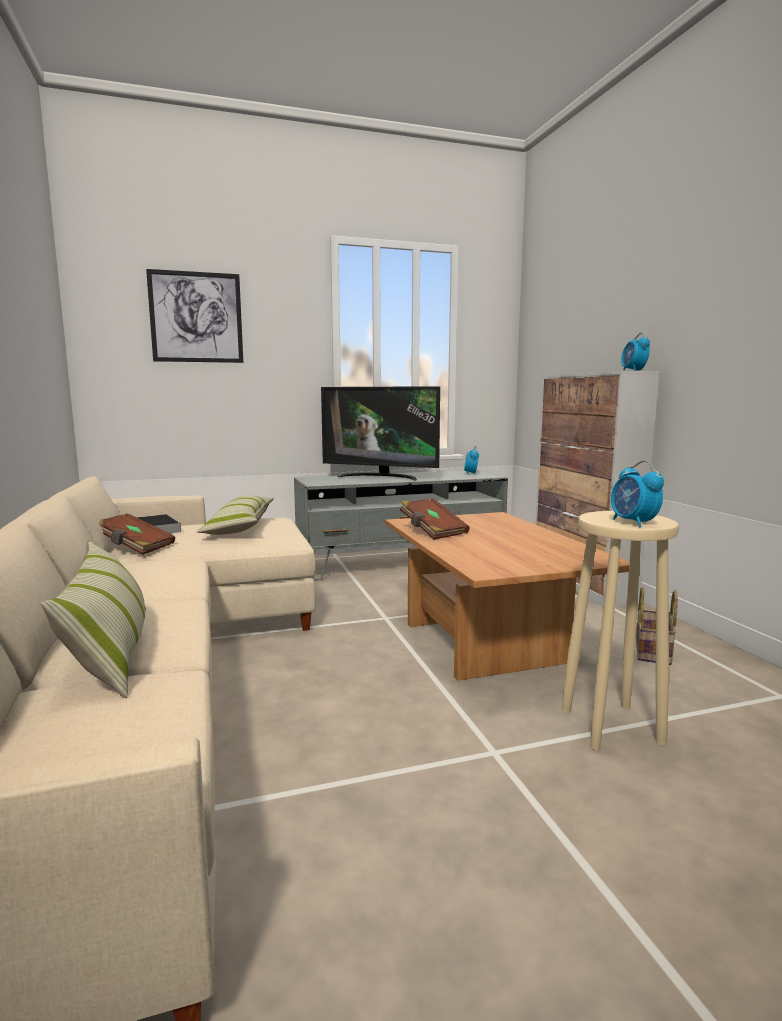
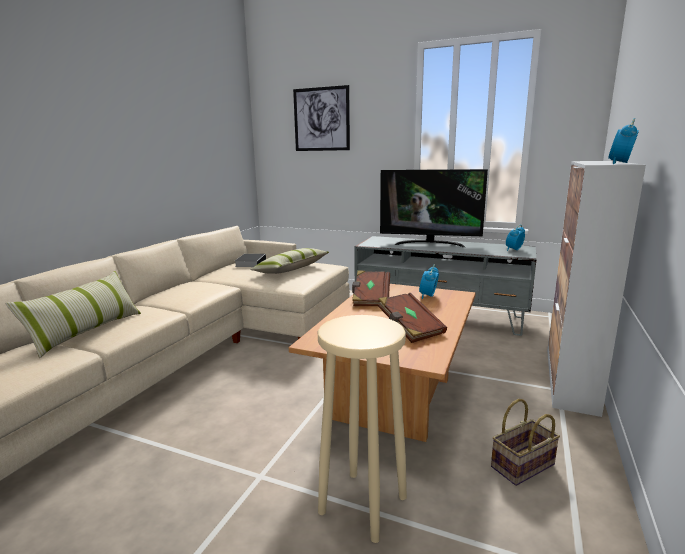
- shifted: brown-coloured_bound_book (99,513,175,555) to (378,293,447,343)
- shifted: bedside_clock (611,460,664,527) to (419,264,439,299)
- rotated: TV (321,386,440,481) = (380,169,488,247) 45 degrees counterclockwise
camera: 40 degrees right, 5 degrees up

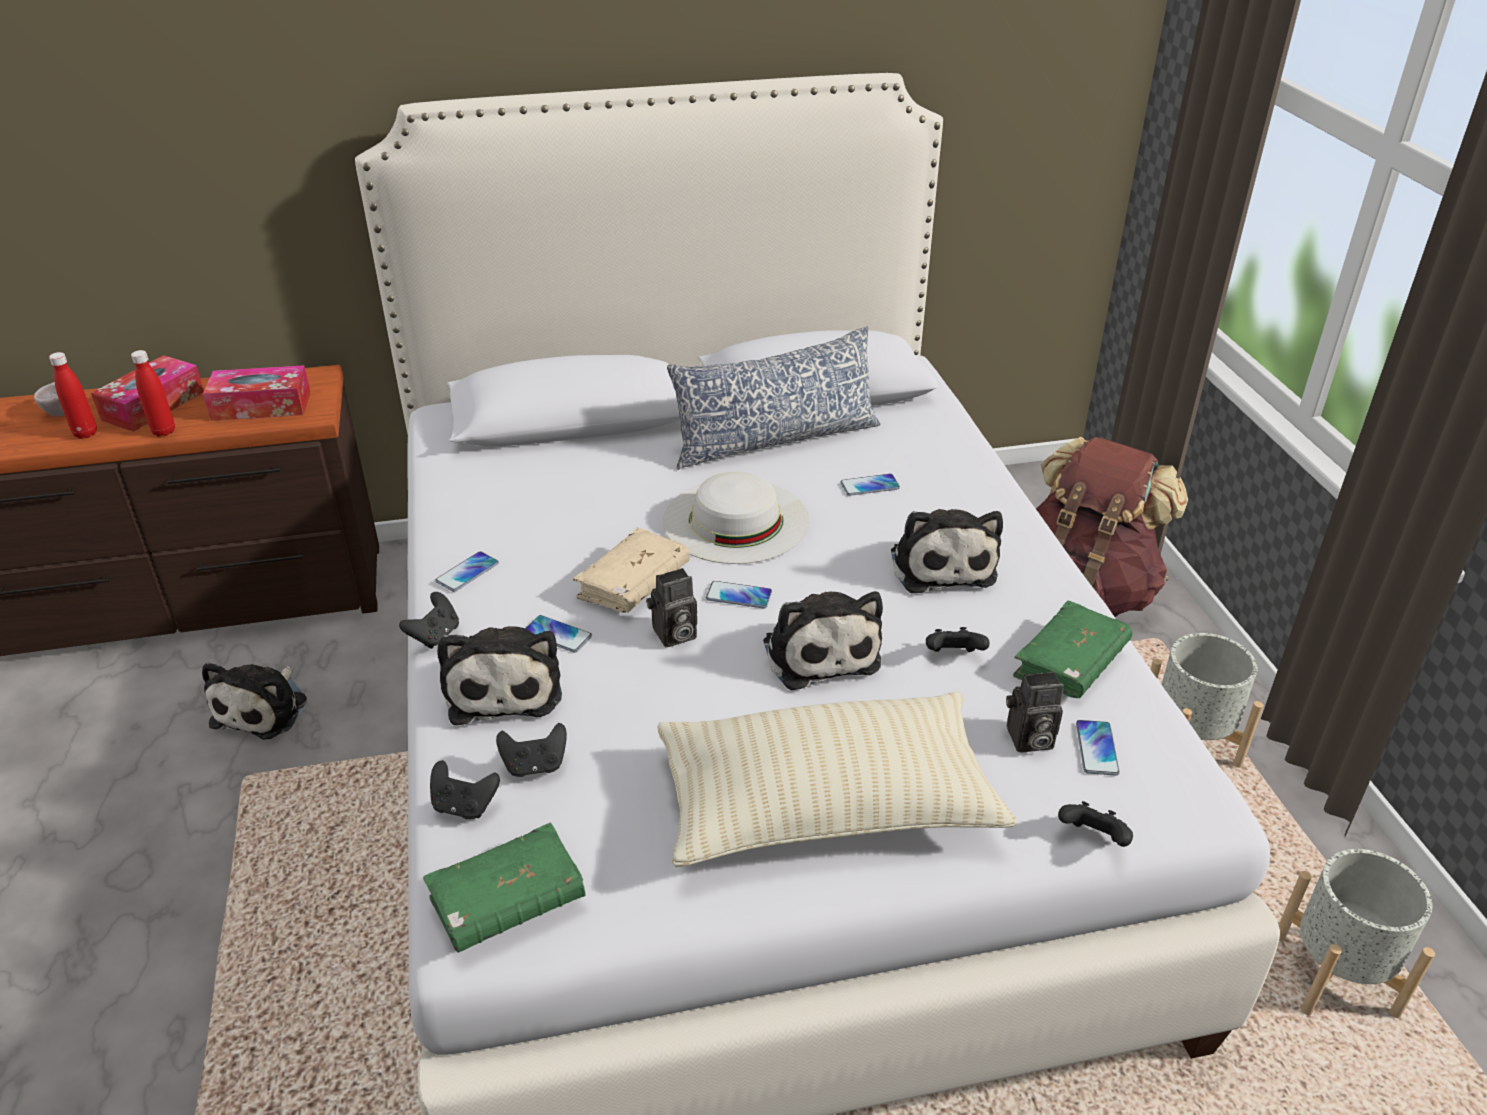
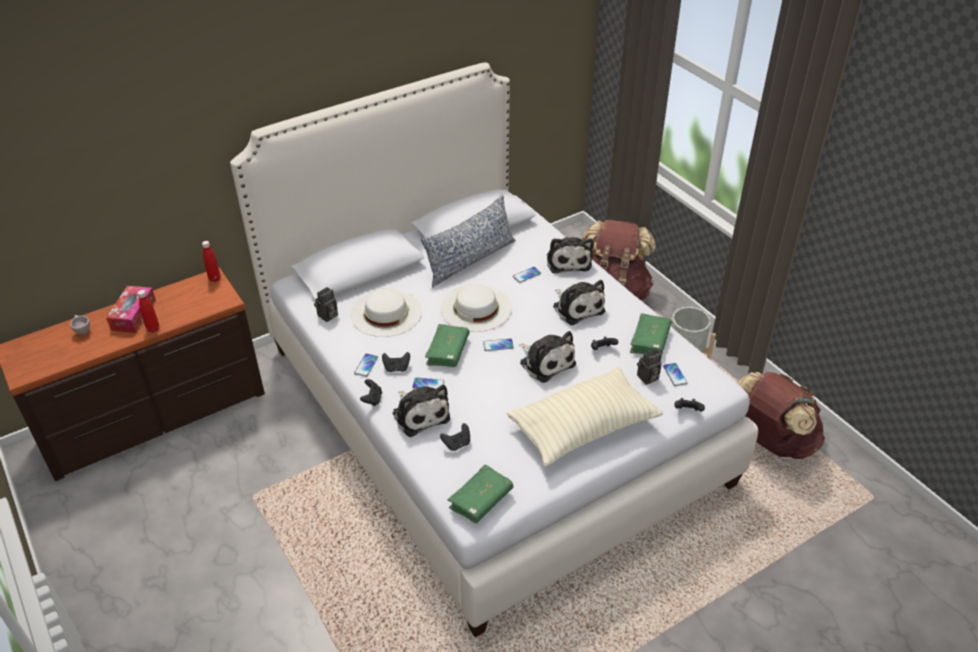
- gone: tissue_box (203,365,311,421)
- new: white_wearable_hat (350,289,422,337)
- shifted: reddish_beverage_bottle (49,352,97,439) to (202,241,220,282)
- shifted: plush_toy (202,662,307,740) to (547,237,593,274)
- shifted: black-coloured_gamepad (430,760,500,819) to (382,352,410,372)
- shifted: photo_camera (646,568,697,647) to (314,287,338,322)
- swapped: gray_plant_pot (1279,849,1435,1018) to brown-coloured_knapsack (737,372,825,459)
- repainted: beige_bound_book (573,527,690,613) to greenish_bound_book (425,324,470,367)
camera: 20 degrees left, 5 degrees up

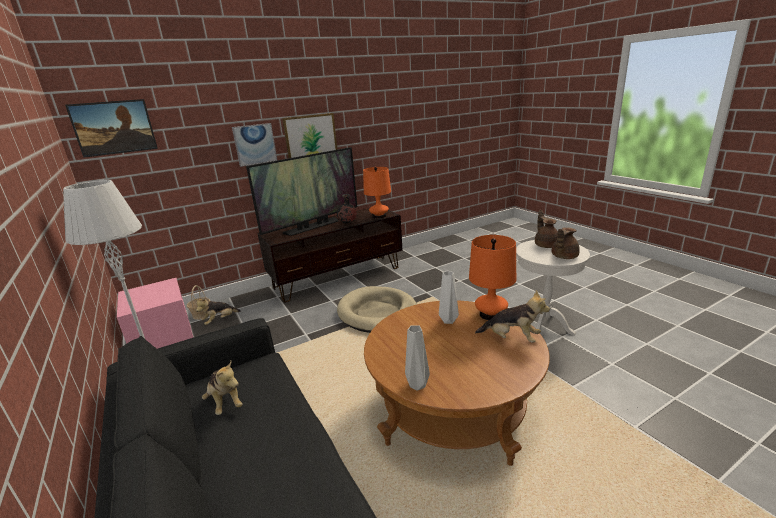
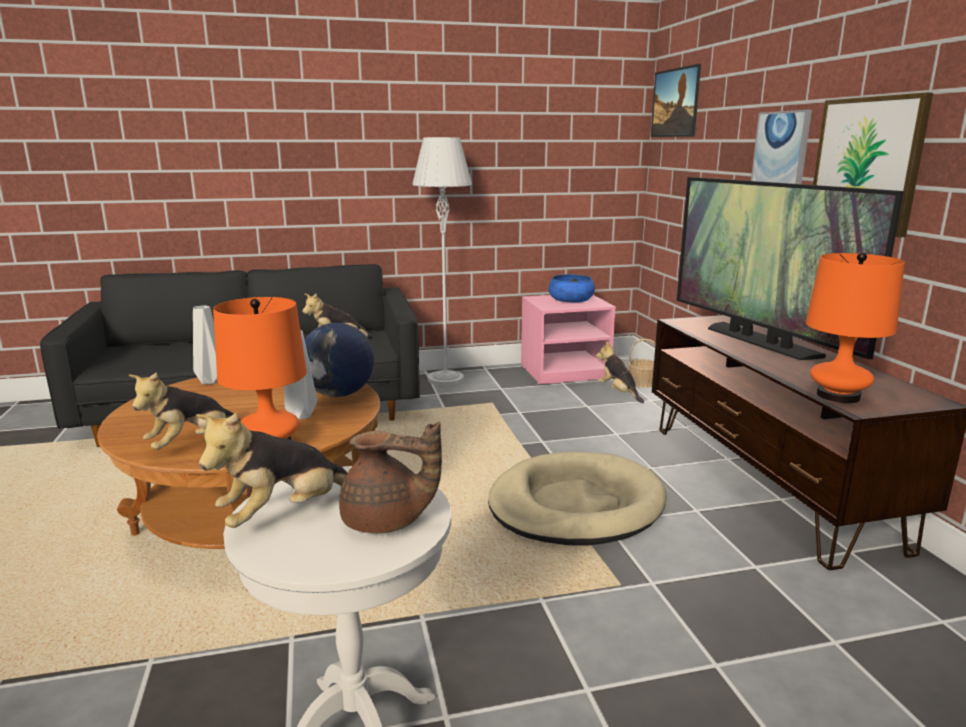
- gone: black-coloured_flower_vase (337,194,357,224)
- new: world_globe (305,323,374,397)
- new: bluish_deep_dish (549,274,595,302)
- swapped: brown-coloured_tea_pot (551,227,580,259) to plush_toy (196,413,347,528)
camera: 105 degrees right, 5 degrees down

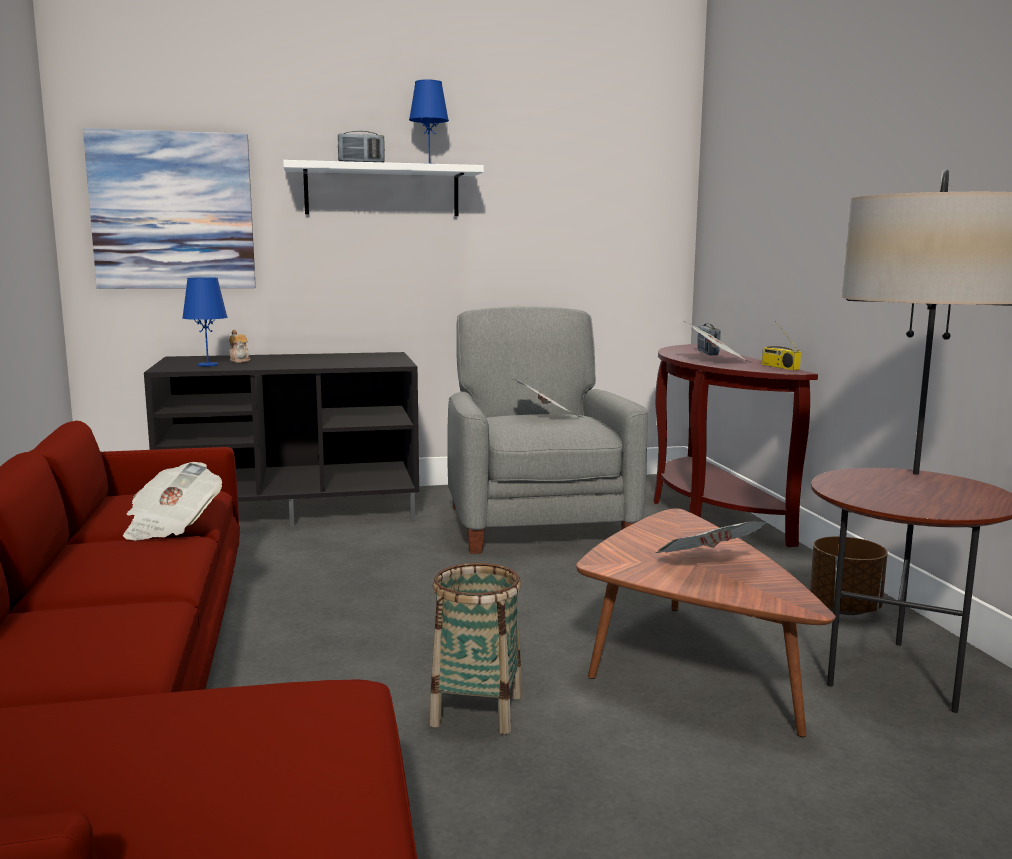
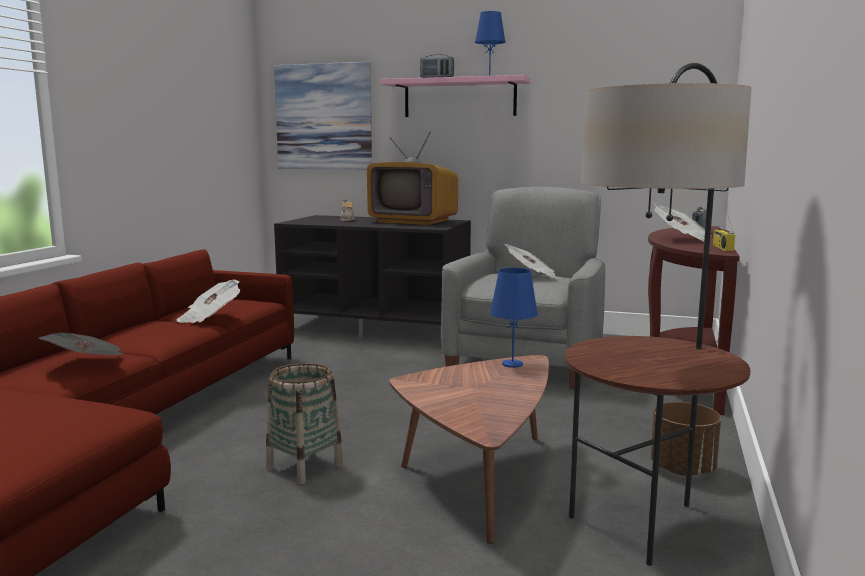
- new: TV (367,132,458,225)
- shifted: bluish_table_lamp (182,277,228,366) to (490,268,538,368)
- shifted: newspaper (655,521,766,553) to (39,333,124,355)
- repainted: white_bracket_shelf (283,160,484,216) to pink-coloured_bracket_shelf (380,75,531,117)
camera: 30 degrees right, 0 degrees up

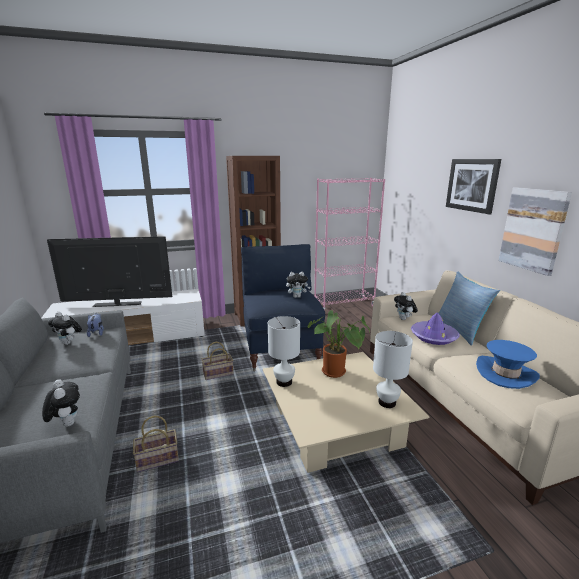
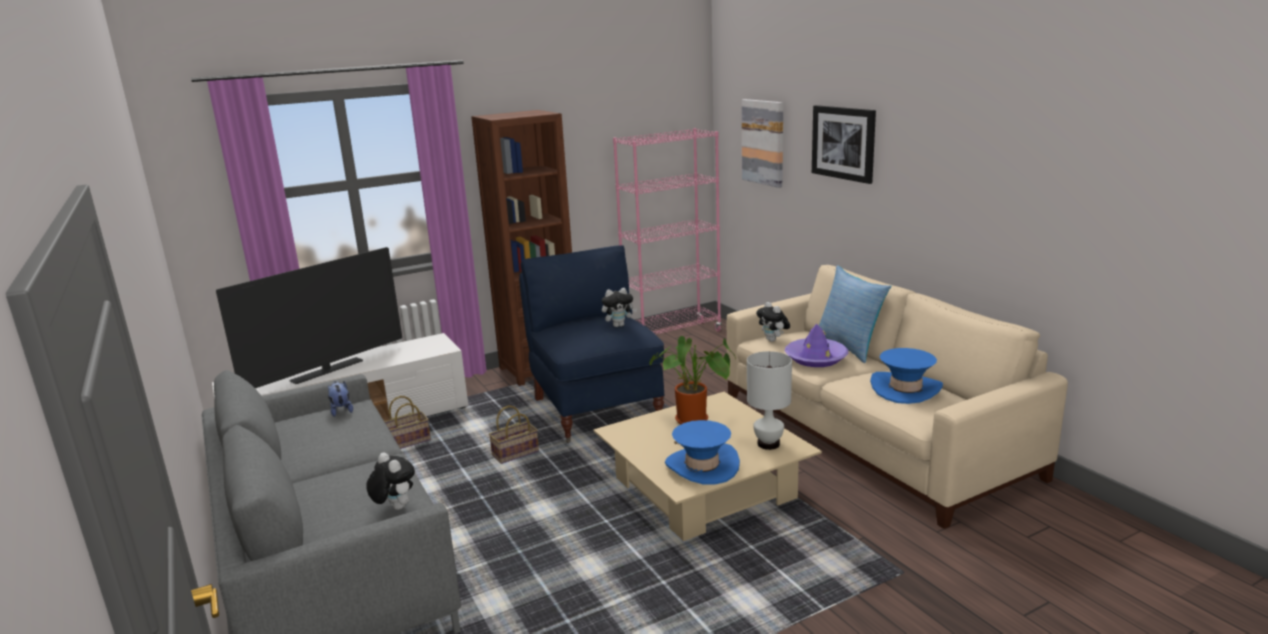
- gone: plush_toy (48,312,82,345)
- gone: white_table_lamp (268,316,300,387)
- new: bluish_wearable_hat (665,420,740,484)
- shifted: basket (133,416,179,472) to (384,396,431,449)
- shifted: wall_picture (499,187,572,276) to (742,99,783,188)
- rotated: TV (47,236,172,307) = (216,247,402,388) 150 degrees clockwise
camera: 10 degrees left, 0 degrees up

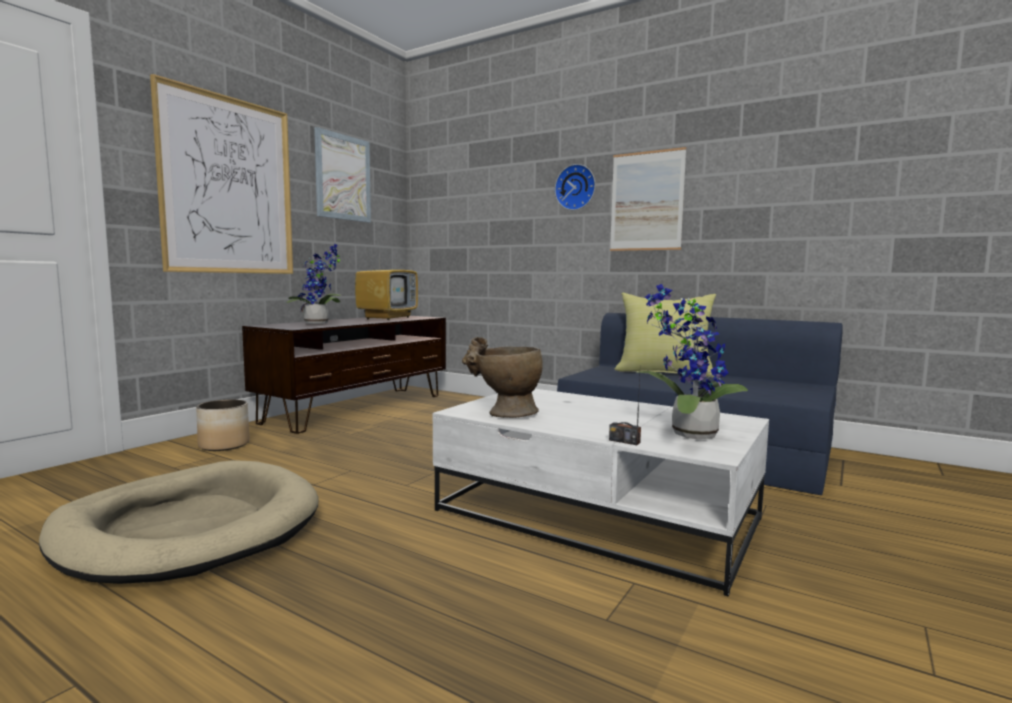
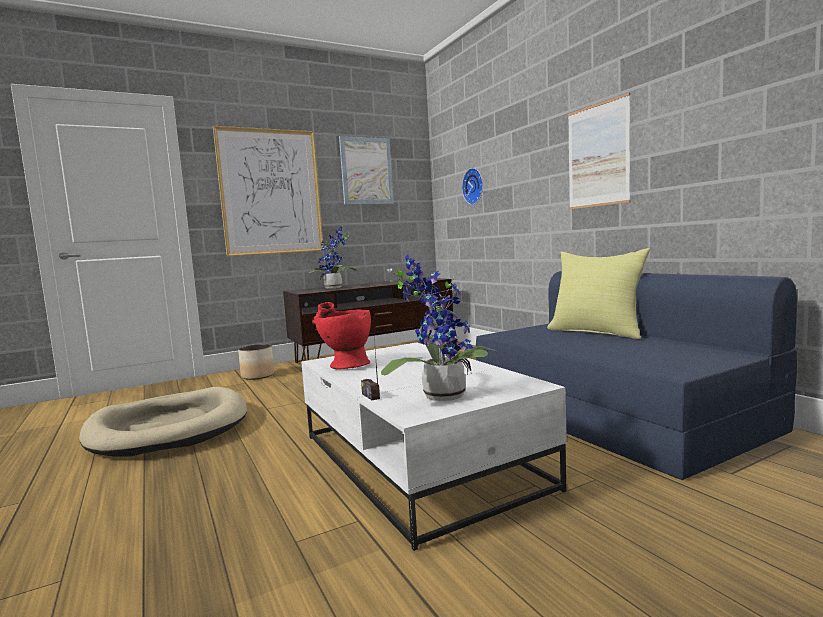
- gone: TV (355,250,418,320)
- shifted: hanging_clock (555,164,596,210) to (462,168,483,205)
- repainted: beige_flower_vase (462,337,543,418) to reddish_flower_vase (312,302,371,369)
camera: 30 degrees right, 0 degrees up

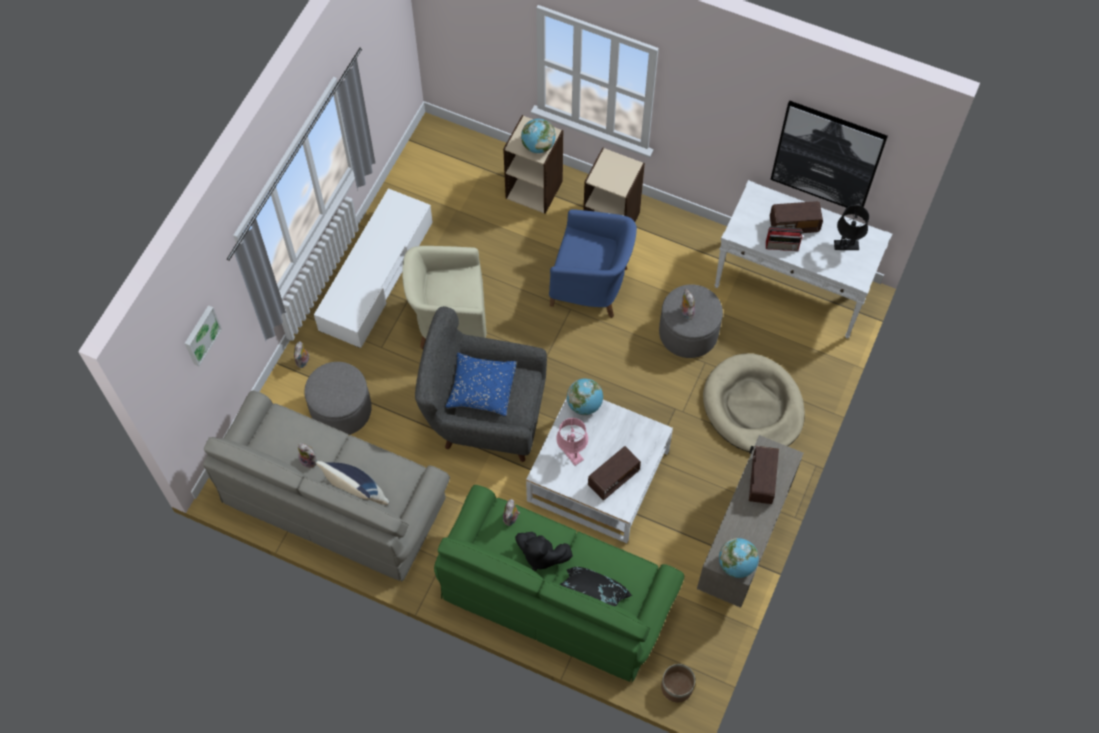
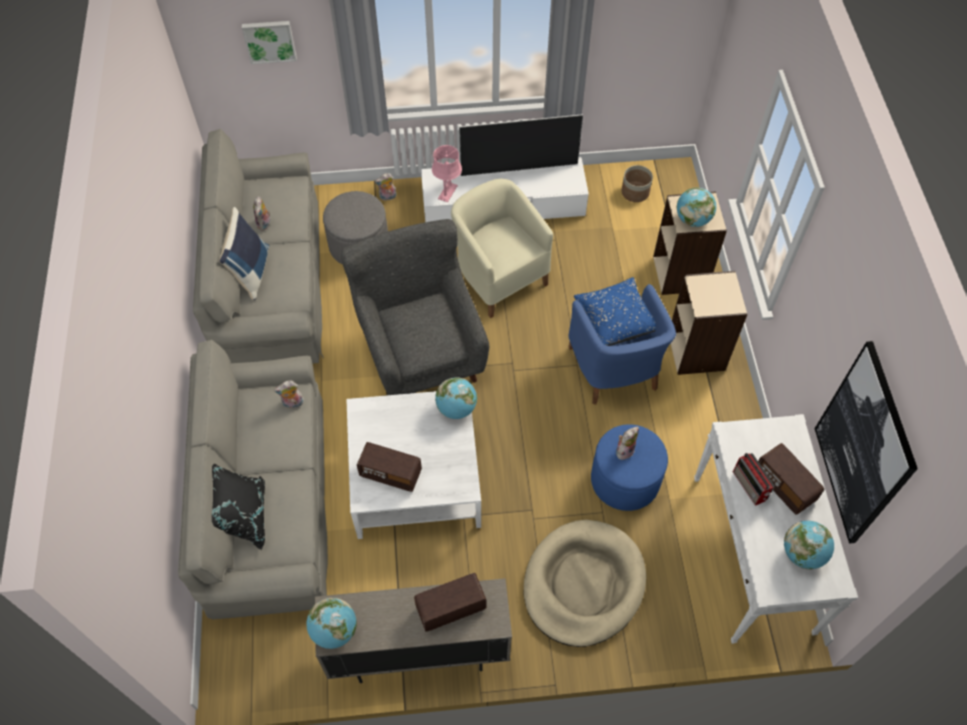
- gone: black-coloured_plush_toy (515,532,573,571)
- new: TV (459,114,583,176)
- shifted: bluish_throw_pillow (445,353,517,417) to (574,277,656,346)
- shifted: pink-coloured_table_lamp (557,418,588,466) to (432,145,462,202)
- shifted: plant_pot (661,664,695,702) to (621,165,653,202)
- swapped: black-coloured_table_lamp (834,205,869,250) to world_globe (784,521,834,569)
- repainted: greenish_settee (434,485,685,682) to gray_settee (178,340,328,619)
- repainted: gray_footrest (659,284,723,358) to bluish_footrest (591,424,668,511)
camera: 60 degrees right, 5 degrees down

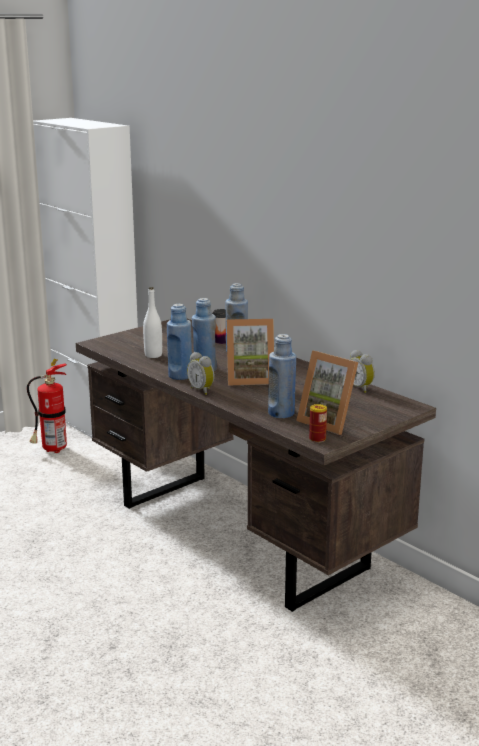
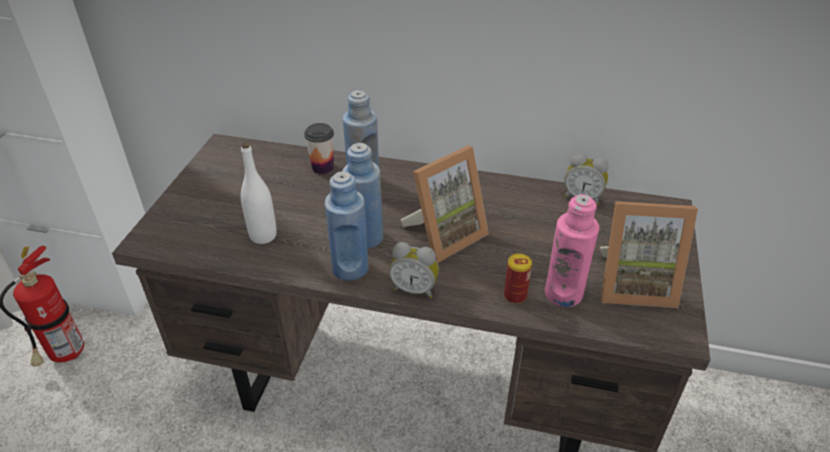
- shifted: metal_can (309,404,327,443) to (504,253,532,304)
- repainted: bluish_beverage_bottle (268,334,296,418) to pink-coloured_beverage_bottle (545,194,600,307)
camera: 35 degrees left, 20 degrees up

